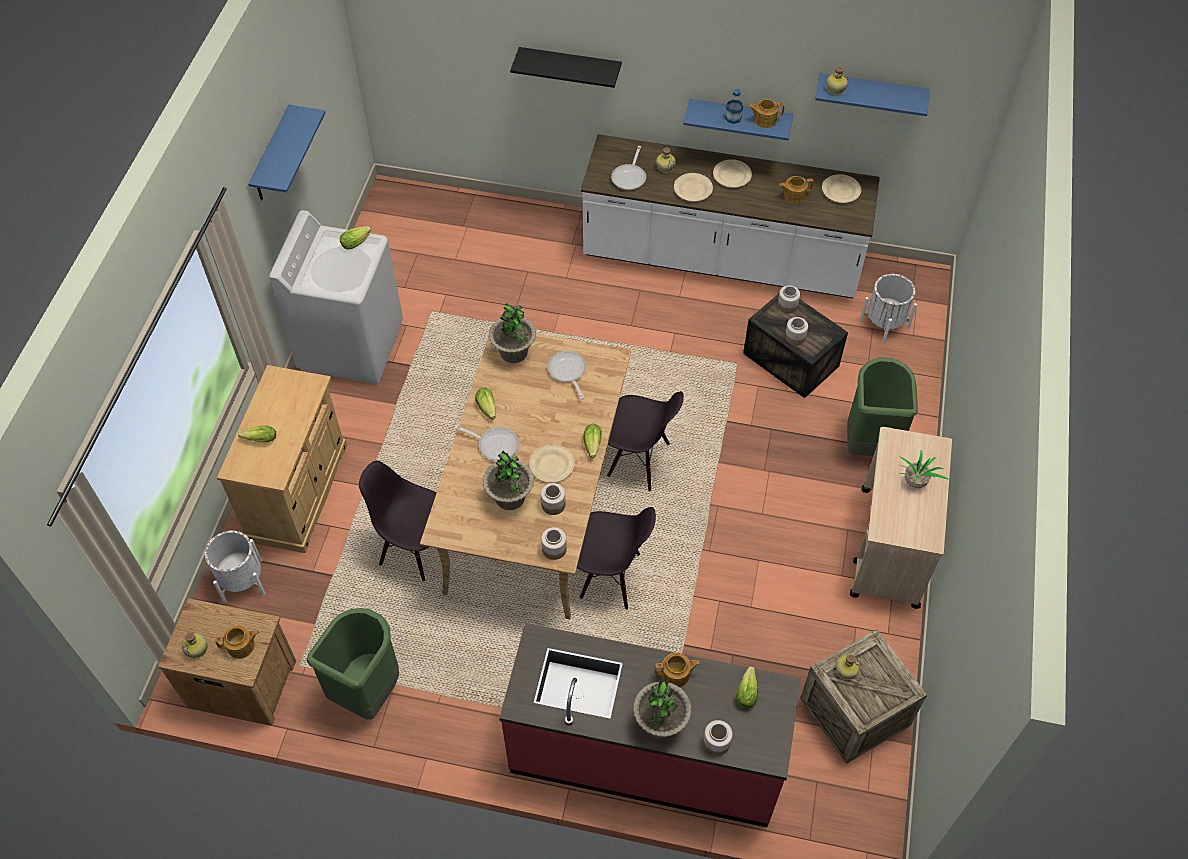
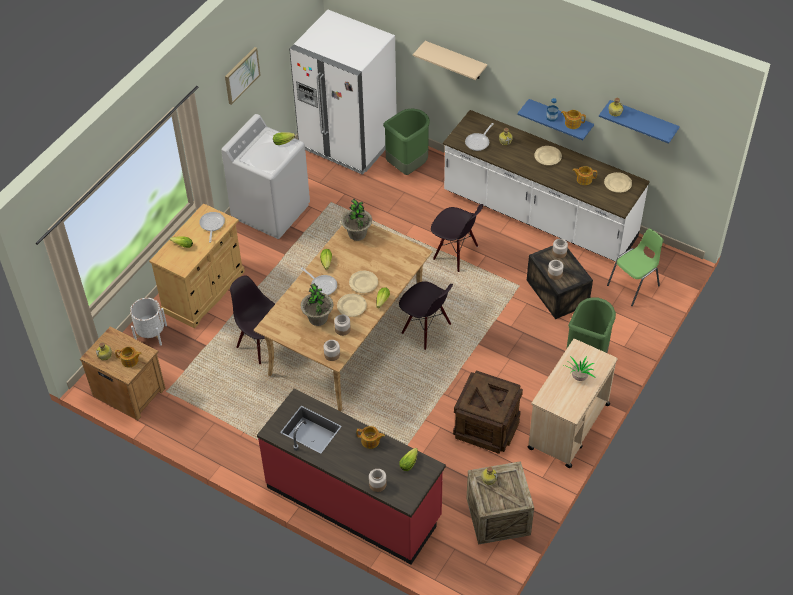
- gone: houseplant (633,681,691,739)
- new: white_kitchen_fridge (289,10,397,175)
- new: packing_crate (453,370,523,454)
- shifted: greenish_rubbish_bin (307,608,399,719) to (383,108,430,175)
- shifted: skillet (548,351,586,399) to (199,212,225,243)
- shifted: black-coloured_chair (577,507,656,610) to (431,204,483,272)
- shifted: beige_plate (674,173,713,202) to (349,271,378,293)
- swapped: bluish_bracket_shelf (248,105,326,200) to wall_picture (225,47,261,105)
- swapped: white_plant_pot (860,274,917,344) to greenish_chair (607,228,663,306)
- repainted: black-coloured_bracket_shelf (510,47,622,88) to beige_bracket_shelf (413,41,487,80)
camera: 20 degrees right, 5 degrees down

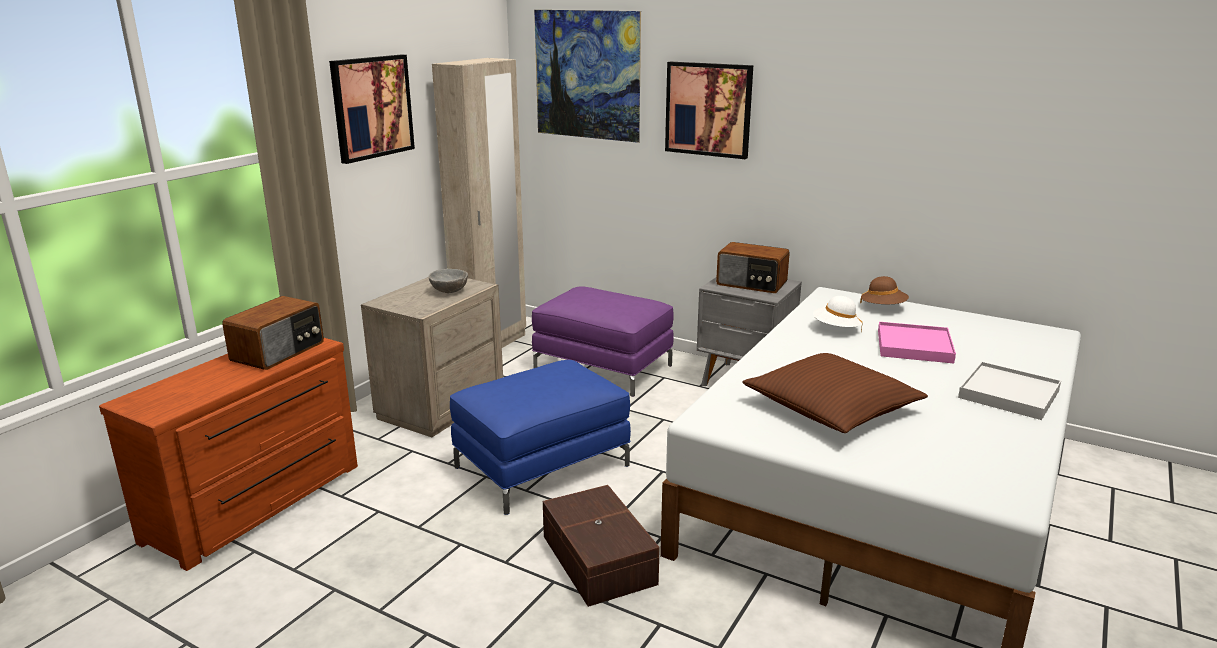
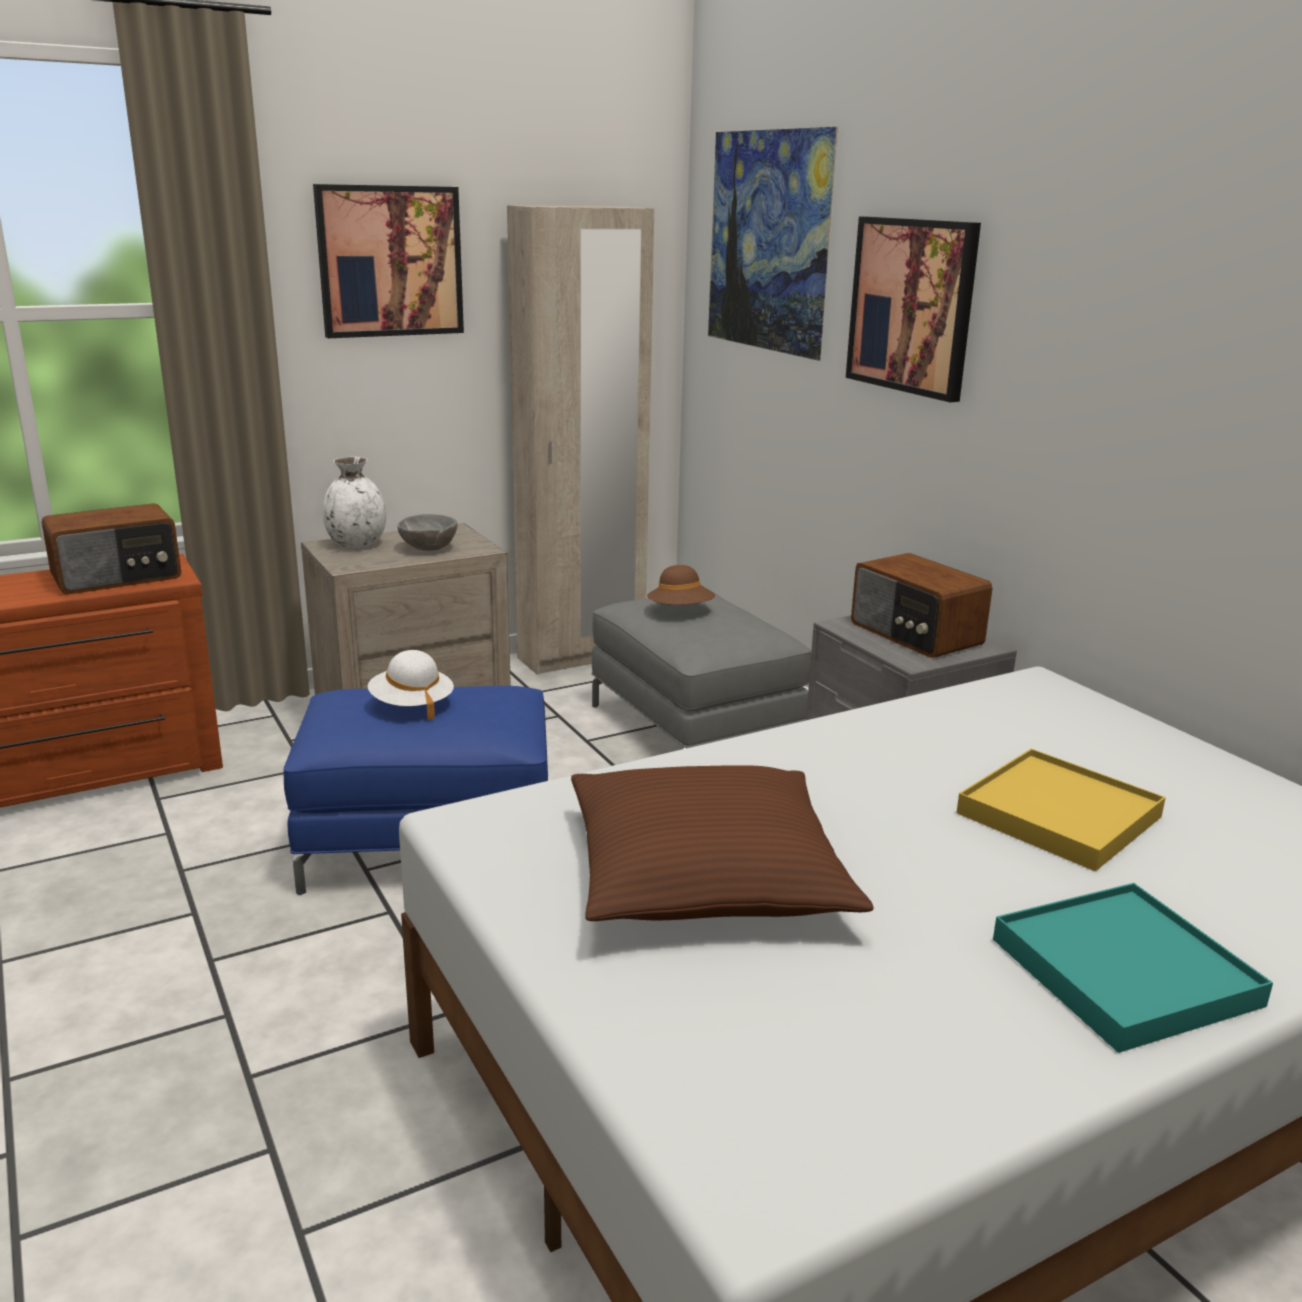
- gone: brown-coloured_storage_container (543,485,660,607)
- new: white_flower_vase (322,457,386,548)
- shifted: white_wearable_hat (813,296,863,332) to (368,650,454,720)
- shifted: brown-coloured_wearable_hat (860,276,909,304) to (647,565,715,605)
- repainted: purple-coloured_footrest (532,287,674,397) to gray_footrest (591,593,811,749)
- repainted: pink-coloured_tray (878,322,956,363) to yellow_tray (956,749,1166,871)
- repainted: white_tray (958,362,1061,420) to turquoise_tray (993,883,1273,1053)
camera: 30 degrees right, 0 degrees up

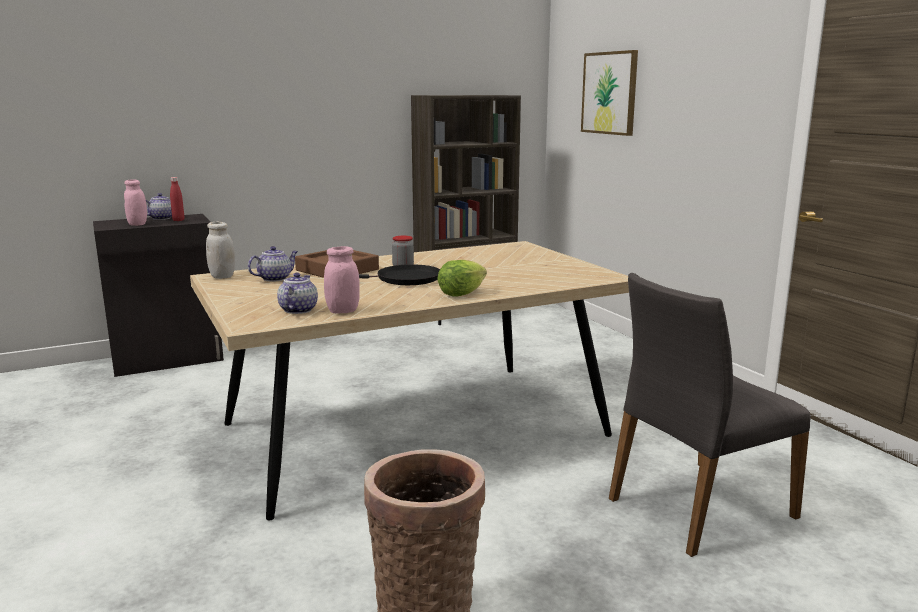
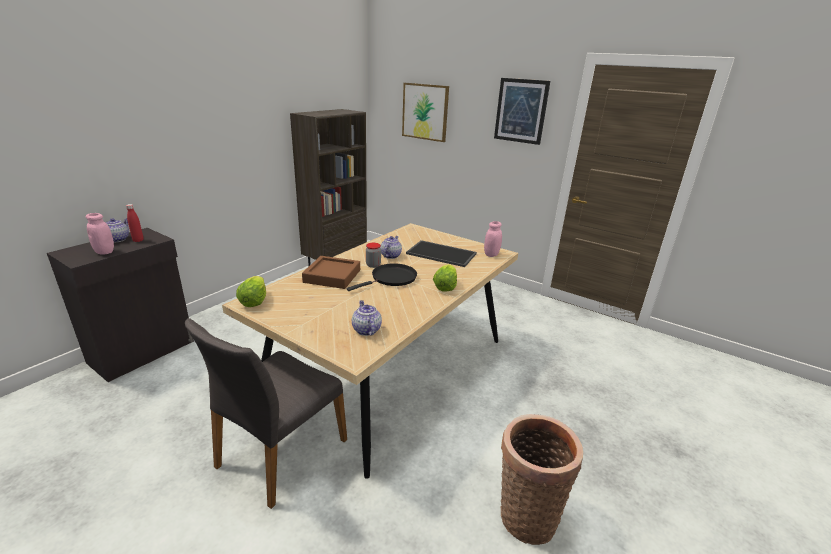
- new: tray (406,240,477,267)
- new: wall_picture (494,78,550,145)
- shifted: tea_pot (248,246,298,282) to (380,236,402,259)
- shifted: pink-coloured_storage_jar (324,246,360,313) to (484,221,502,257)
- shifted: gray_chair (609,273,811,557) to (185,318,347,509)
- swapped: white_storage_jar (206,222,235,279) to lettuce_head (236,276,266,307)
camera: 30 degrees left, 10 degrees up

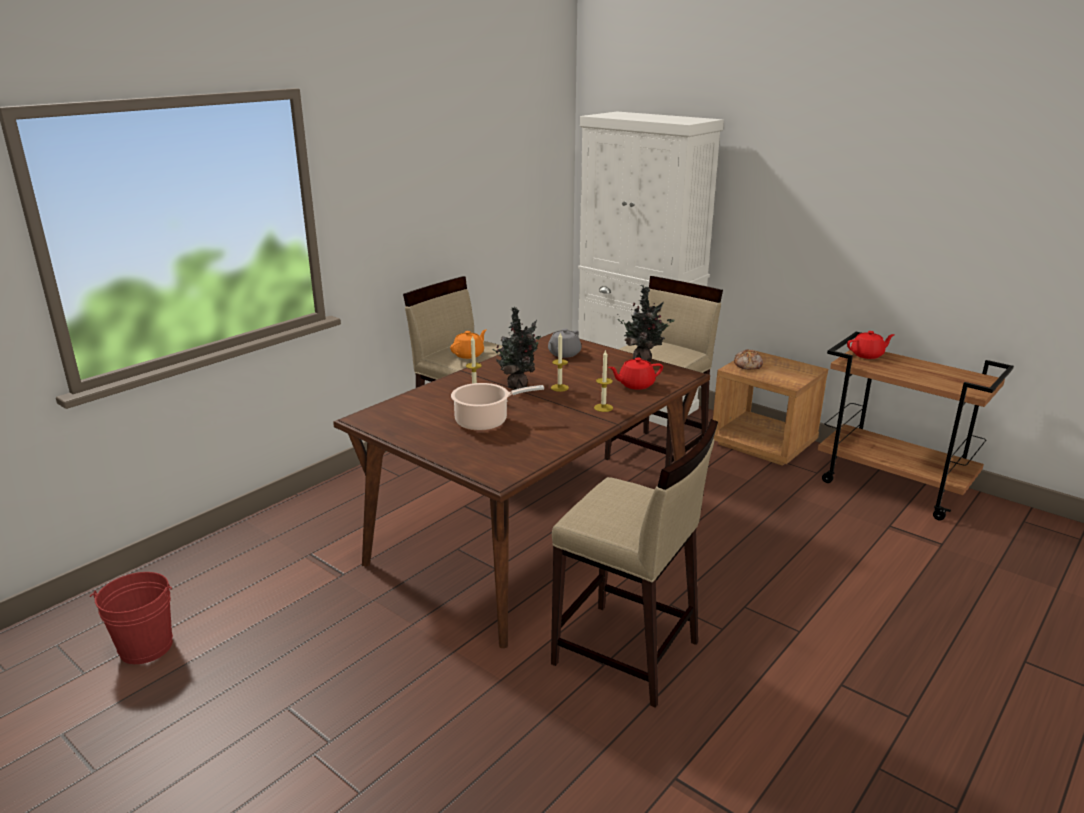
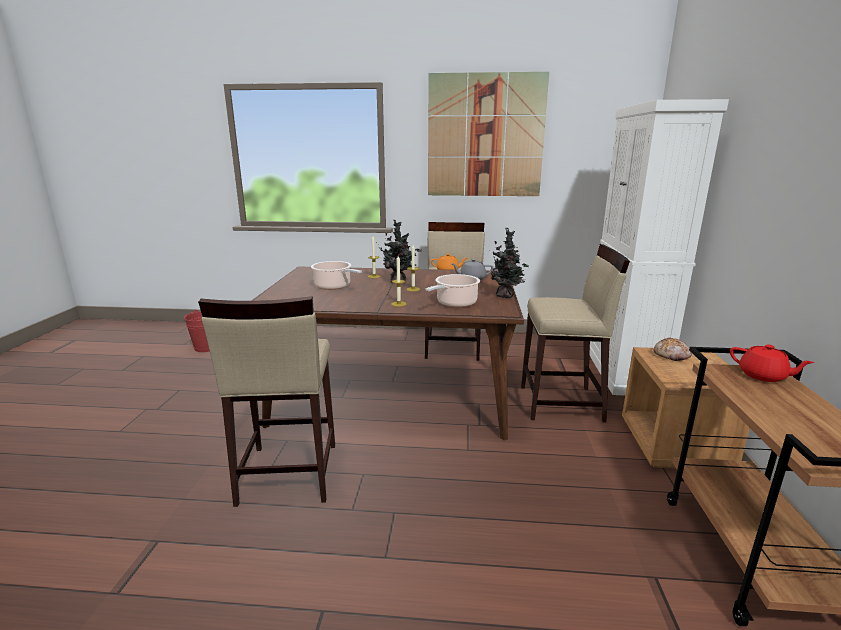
- new: wall_picture (428,72,549,196)
- swapped: reddish_tea_pot (608,357,663,390) to stockpot (426,274,480,307)
camera: 55 degrees right, 5 degrees down

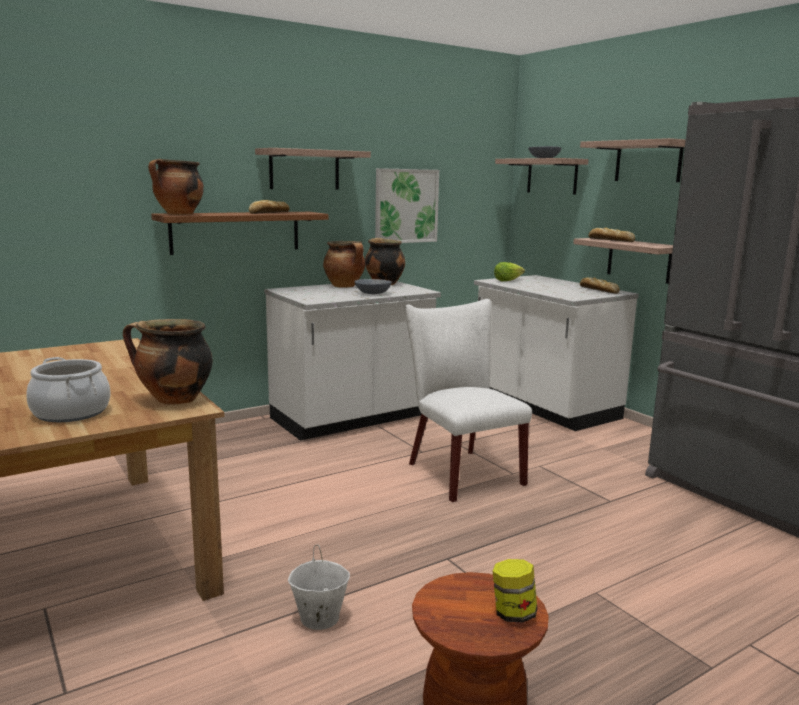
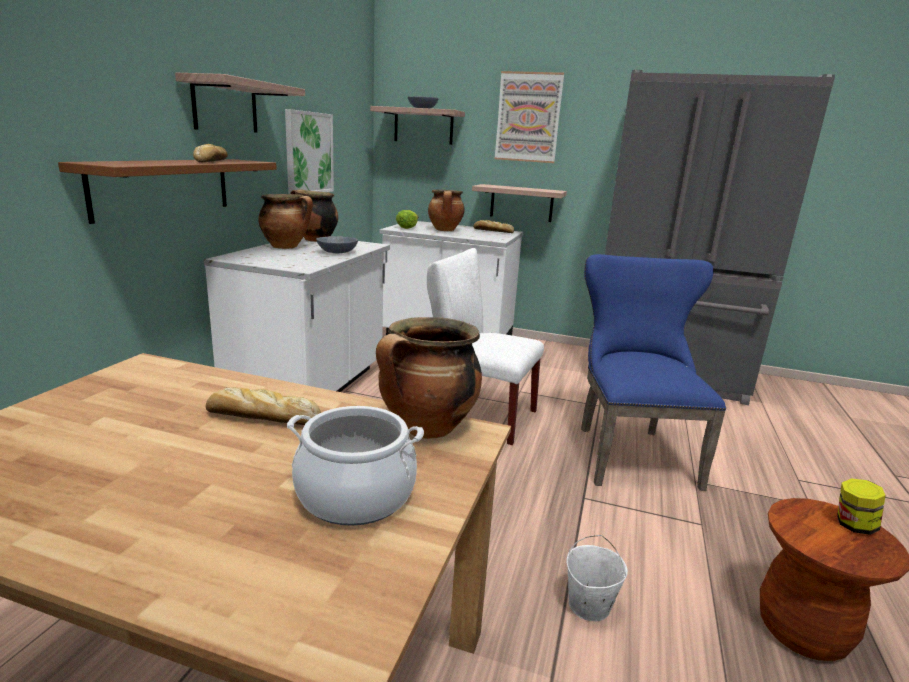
- new: bluish_chair (581,254,726,491)
- shifted: stockpot (148,159,204,215) to (428,189,464,231)
- shifted: bakery_bread (588,228,635,242) to (206,387,321,425)
- swapped: bracket_shelf (580,138,686,182) to wall_picture (495,71,564,163)
camera: 40 degrees left, 5 degrees up

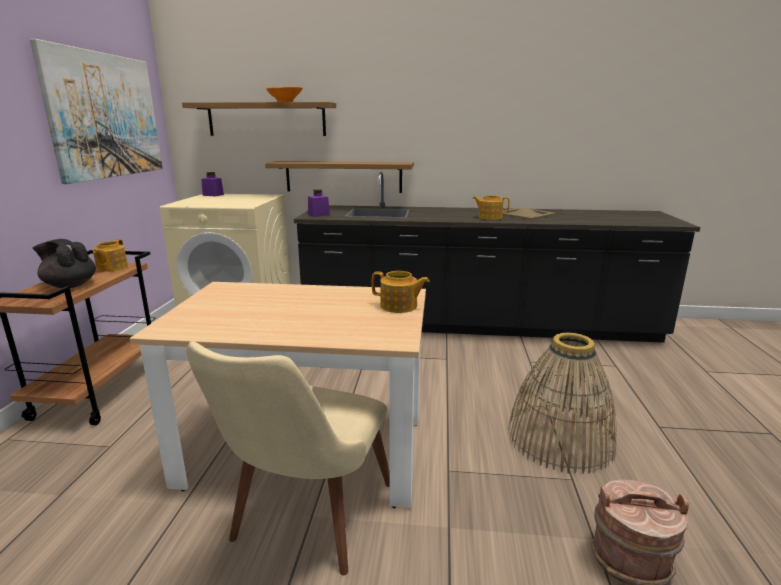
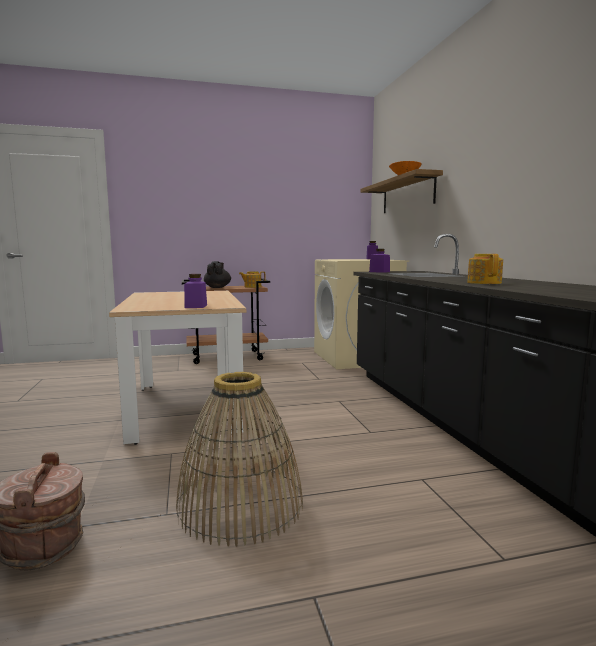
- gone: wall_picture (30,39,163,184)
- gone: beige_chair (186,341,390,575)
- gone: bracket_shelf (265,161,414,193)
- gone: beige_tray (502,207,556,220)
- swapped: tea_pot (372,271,429,313) to purple-coloured_storage_jar (184,274,207,308)
camera: 70 degrees right, 10 degrees down

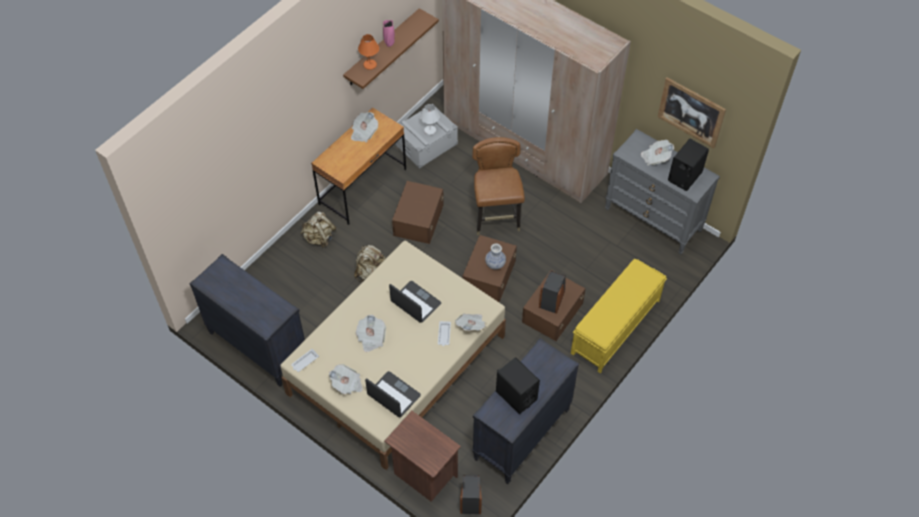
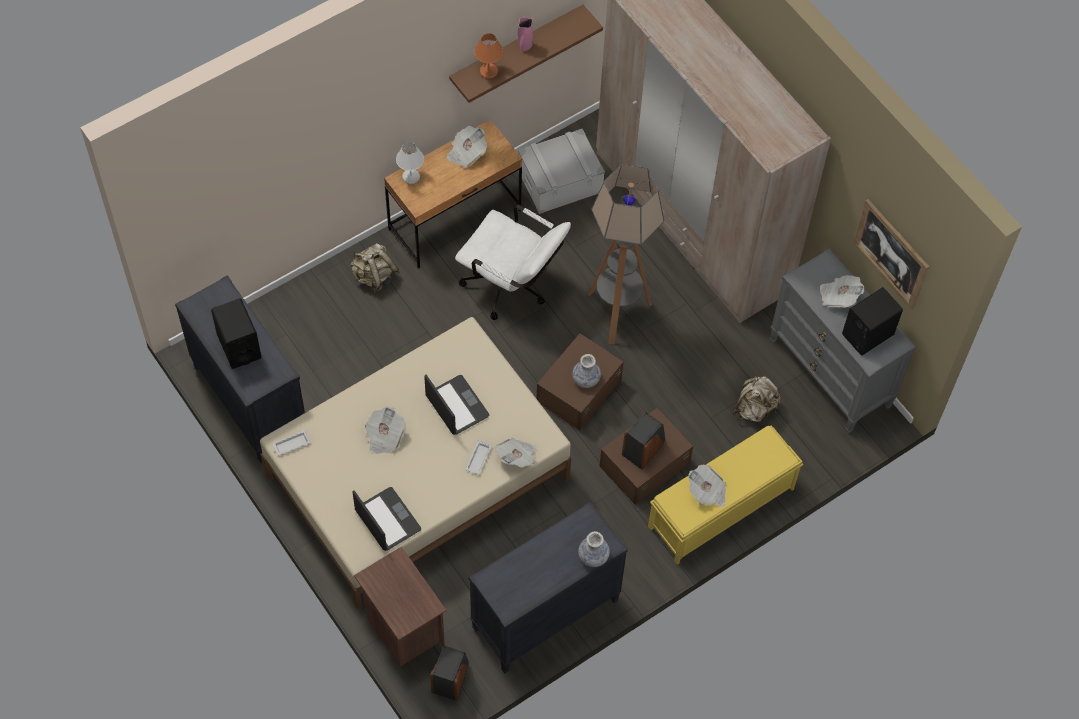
- new: flower_vase (578,531,610,567)
- shifted: newspaper (329,364,363,395) to (688,465,726,507)
- shifted: beige_knapsack (354,245,386,282) to (732,376,781,422)
- shifted: white_table_lamp (420,104,440,135) to (396,142,424,184)
- shifted: black-coloured_audio_speaker (496,357,540,414) to (211,298,261,369)
- swapped: brown-coloured_storage_container (392,181,444,244) to white_computer_chair (455,205,571,320)
- swapped: brown-coloured_chair (472,137,525,235) to standing_lamp (588,164,664,345)
camera: 15 degrees right, 5 degrees up

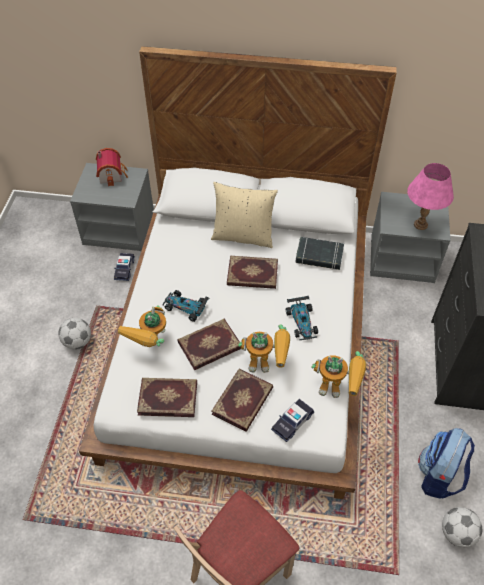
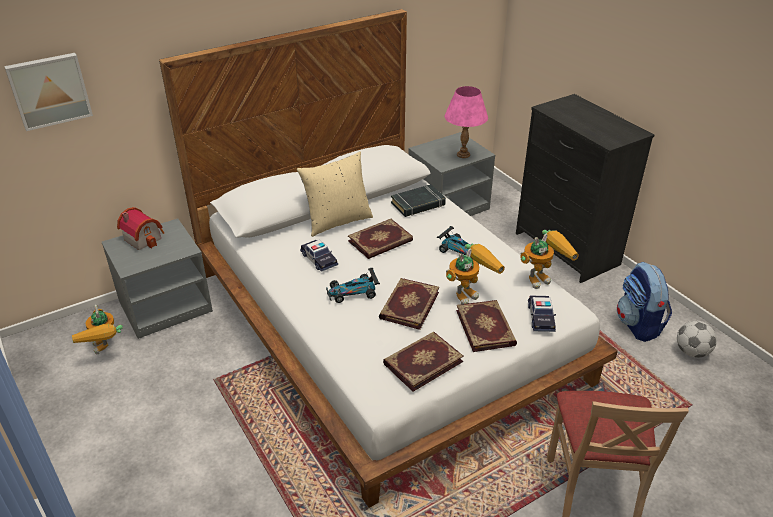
- gone: football_ball (58,318,91,349)
- new: wall_picture (4,53,93,131)
- shifted: toy_car (114,253,135,281) to (300,240,338,272)
- shifted: toy_robot (118,305,166,347) to (72,305,123,354)
camera: 40 degrees left, 15 degrees down

